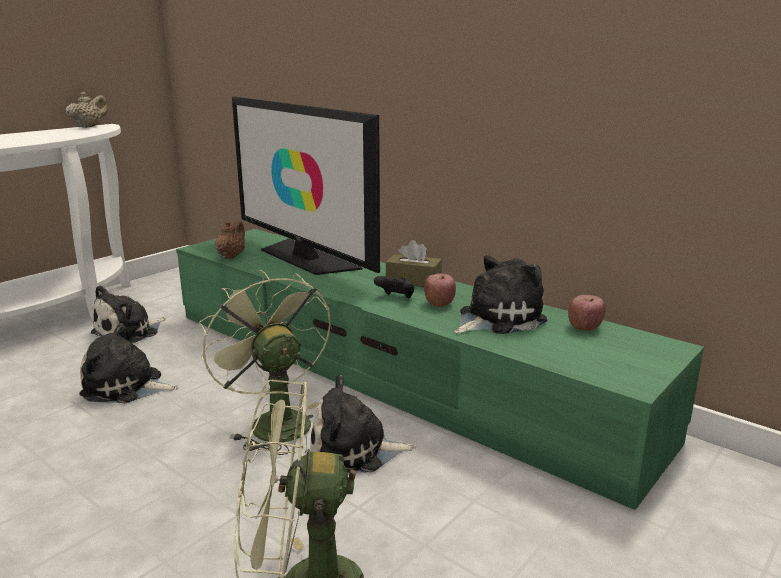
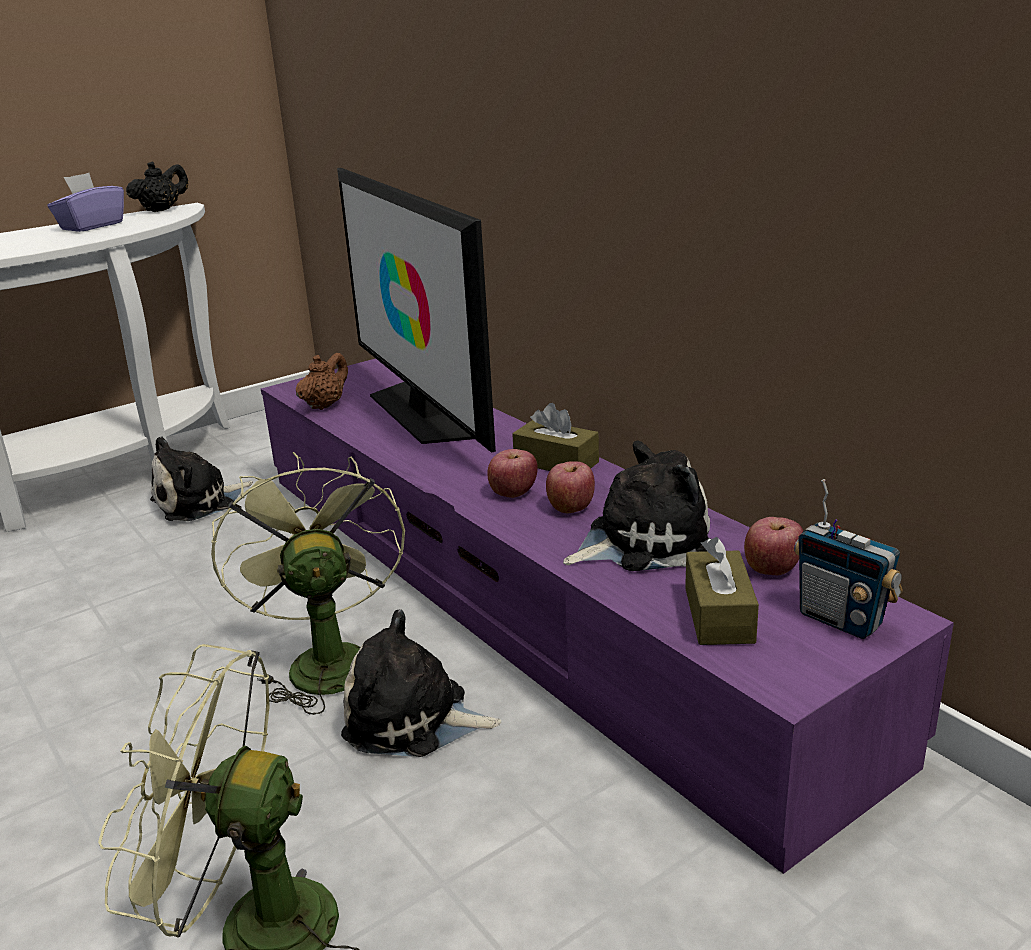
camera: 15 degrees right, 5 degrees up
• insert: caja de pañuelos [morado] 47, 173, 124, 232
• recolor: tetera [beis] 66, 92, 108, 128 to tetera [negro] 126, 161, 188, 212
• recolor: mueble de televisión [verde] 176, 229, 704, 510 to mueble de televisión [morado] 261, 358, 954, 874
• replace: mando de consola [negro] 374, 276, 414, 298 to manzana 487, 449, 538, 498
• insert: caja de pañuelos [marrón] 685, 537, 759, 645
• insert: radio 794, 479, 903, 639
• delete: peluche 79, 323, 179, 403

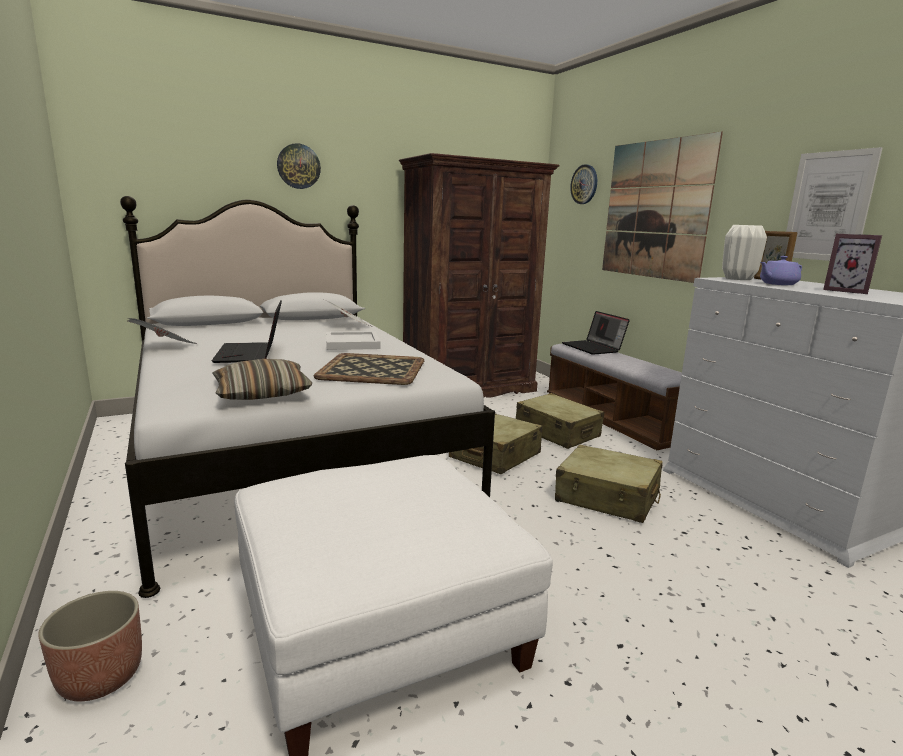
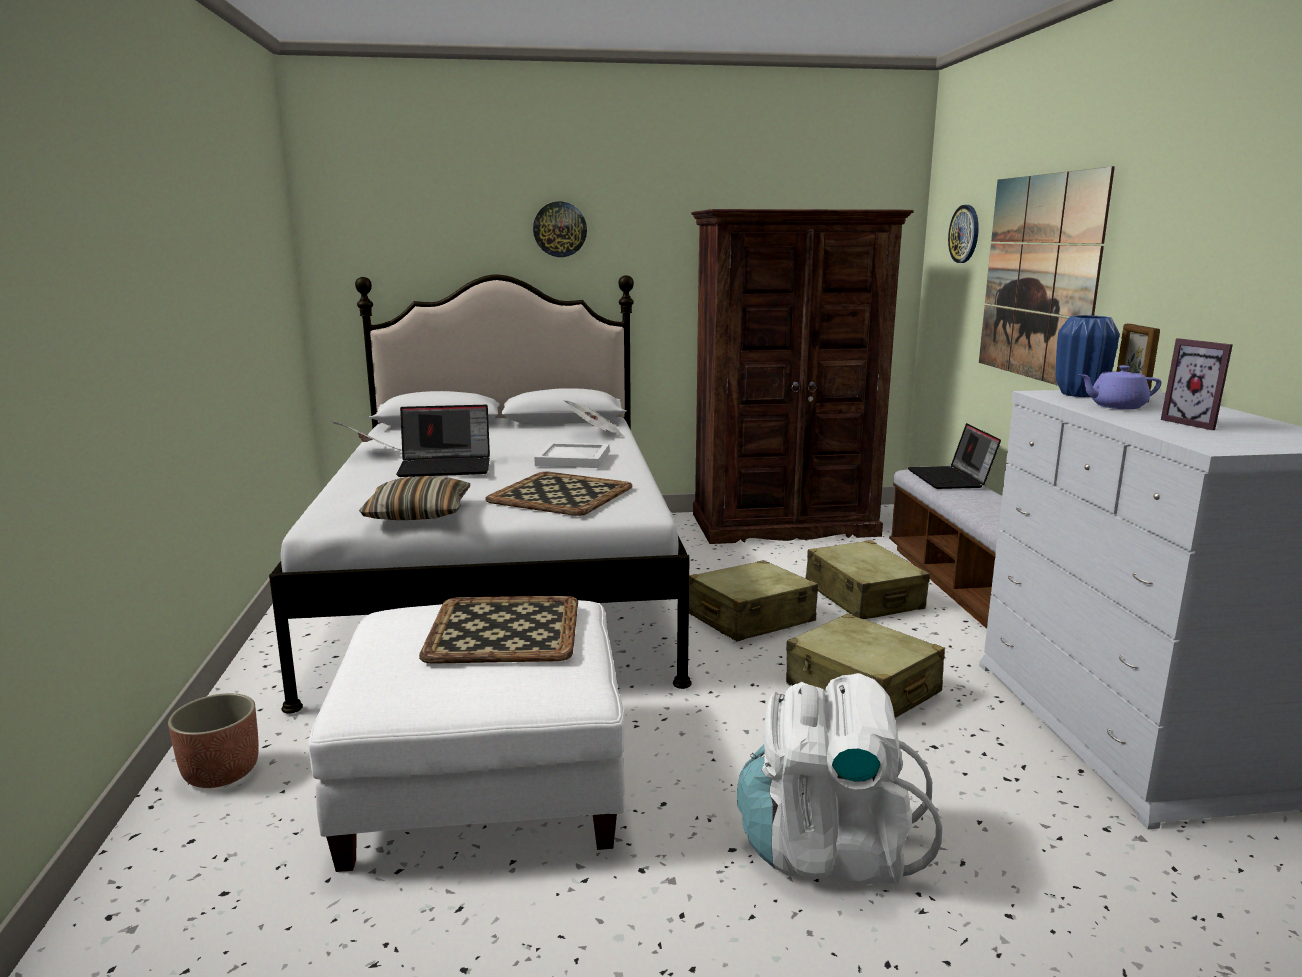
camera: 20 degrees right, 0 degrees up
• rotate: portátil 211, 300, 282, 363 = 396, 405, 490, 477 105 degrees counterclockwise
• insert: bandeja 419, 596, 578, 664
• insert: mochila [blanco] 737, 673, 942, 886
• recolor: florero [blanco] 722, 225, 767, 280 to florero [azul] 1055, 315, 1120, 397
• delete: cuadro 786, 147, 883, 261

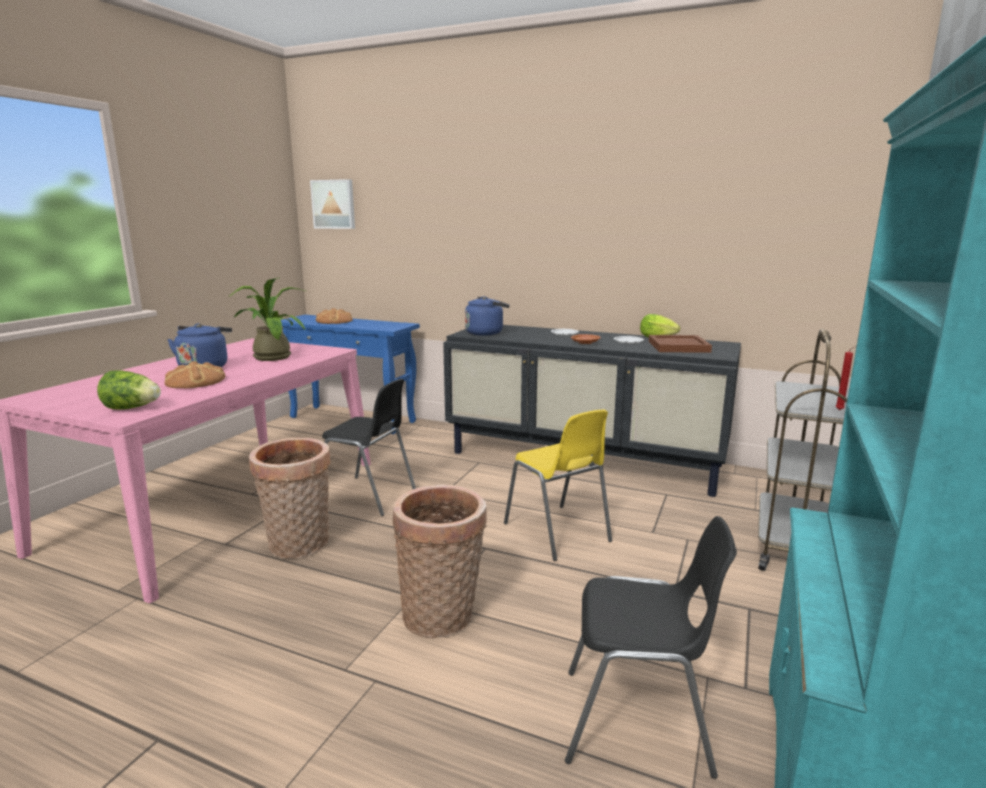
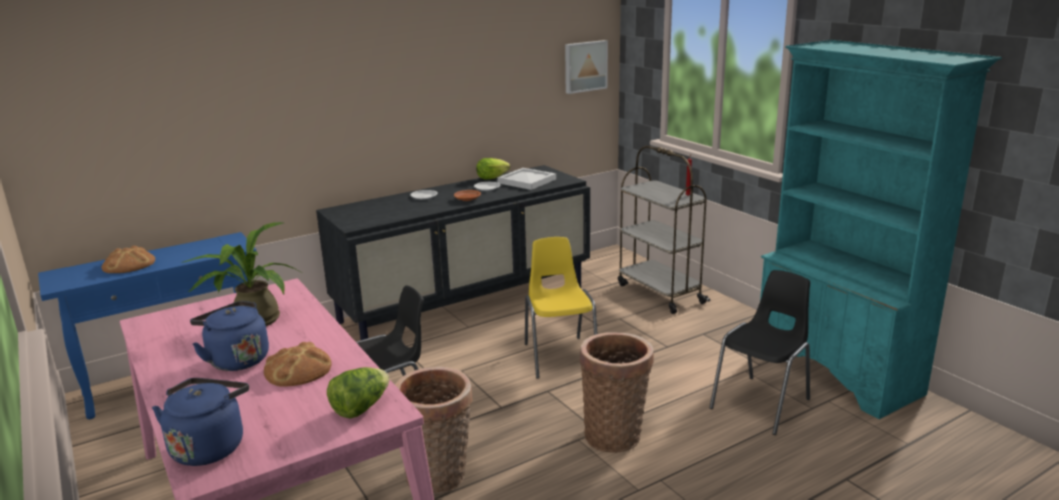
camera: 55 degrees left, 5 degrees up
• move: hervidor [azul] 465, 296, 510, 336 to 152, 378, 249, 466
• recolor: bandeja [marrón] 649, 335, 712, 353 to bandeja [blanco] 497, 168, 556, 190
• rotate: silla [amarillo] 504, 410, 612, 561 = 525, 237, 598, 379 105 degrees counterclockwise
• move: cuadro 310, 179, 355, 229 to 565, 40, 608, 94

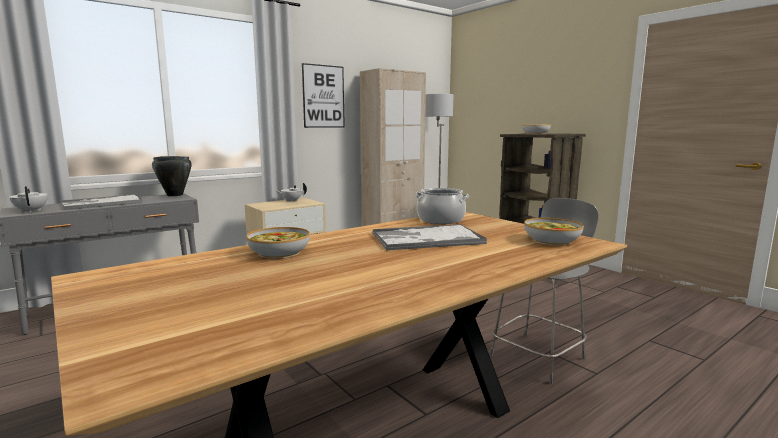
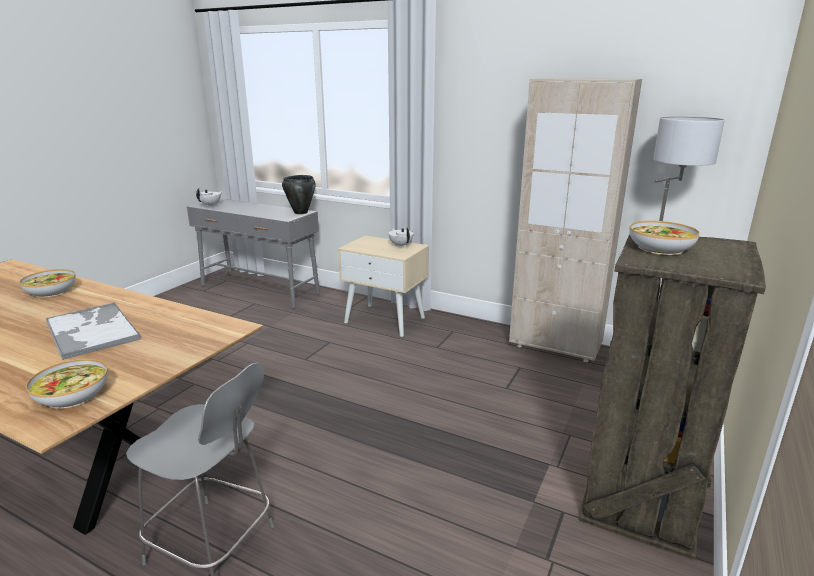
camera: 65 degrees right, 10 degrees up
• delete: bandeja 61, 194, 143, 210
• delete: cuadro 302, 63, 345, 128
• delete: olla 415, 188, 469, 224

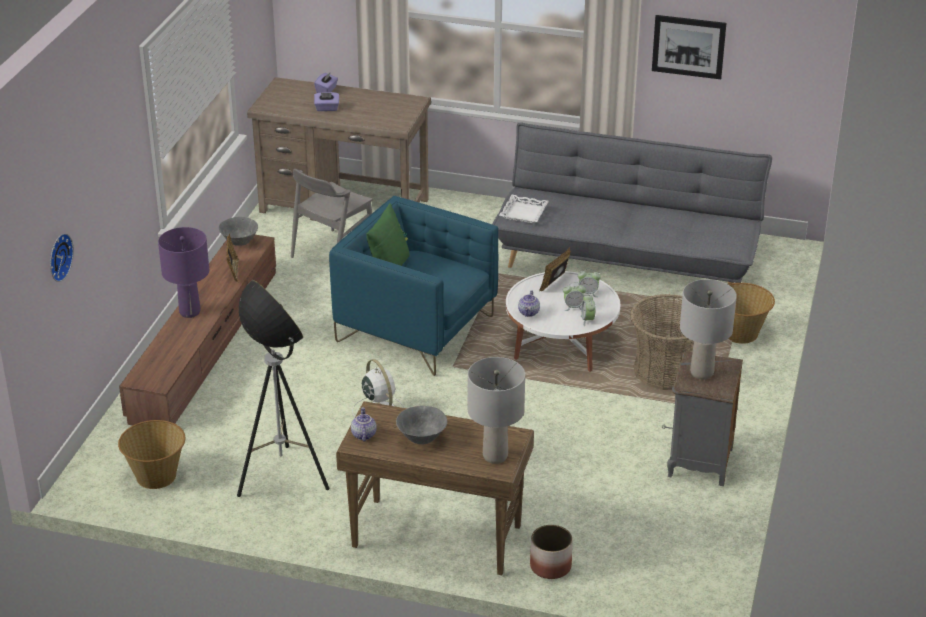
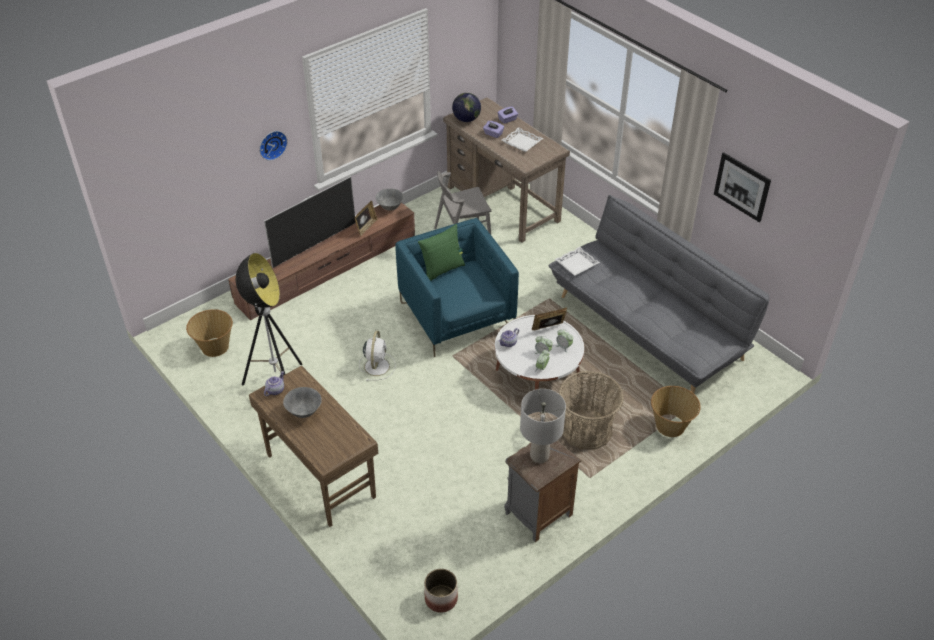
camera: 35 degrees right, 10 degrees up
• move: reloj de pared 50, 233, 74, 282 to 260, 131, 288, 160
• replace: lámpara de mesa [morado] 158, 227, 209, 318 to televisor 264, 177, 356, 268
• move: maceta 530, 525, 572, 579 to 424, 569, 458, 613
• insert: globo terráqueo 452, 93, 481, 122
• insert: bandeja [blanco] 502, 127, 543, 152
• delete: lámpara de mesa [gris] 468, 357, 525, 464

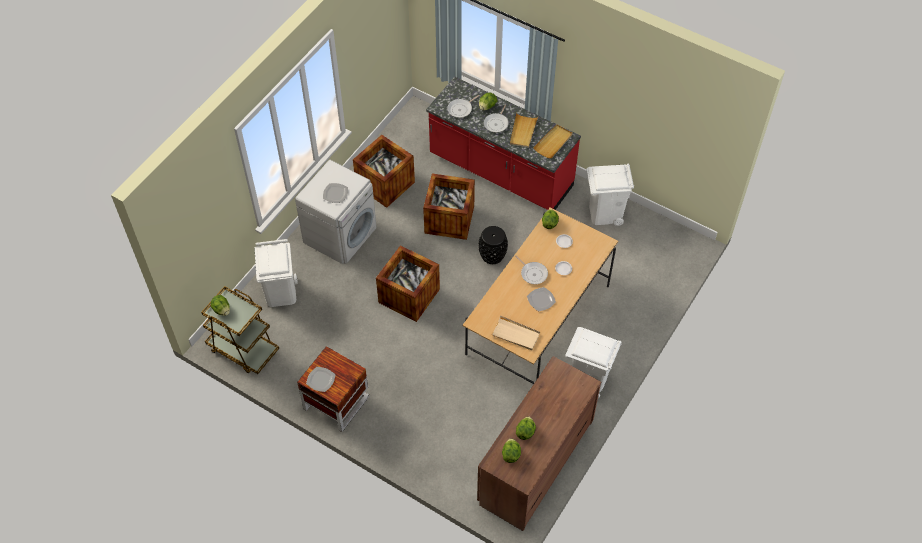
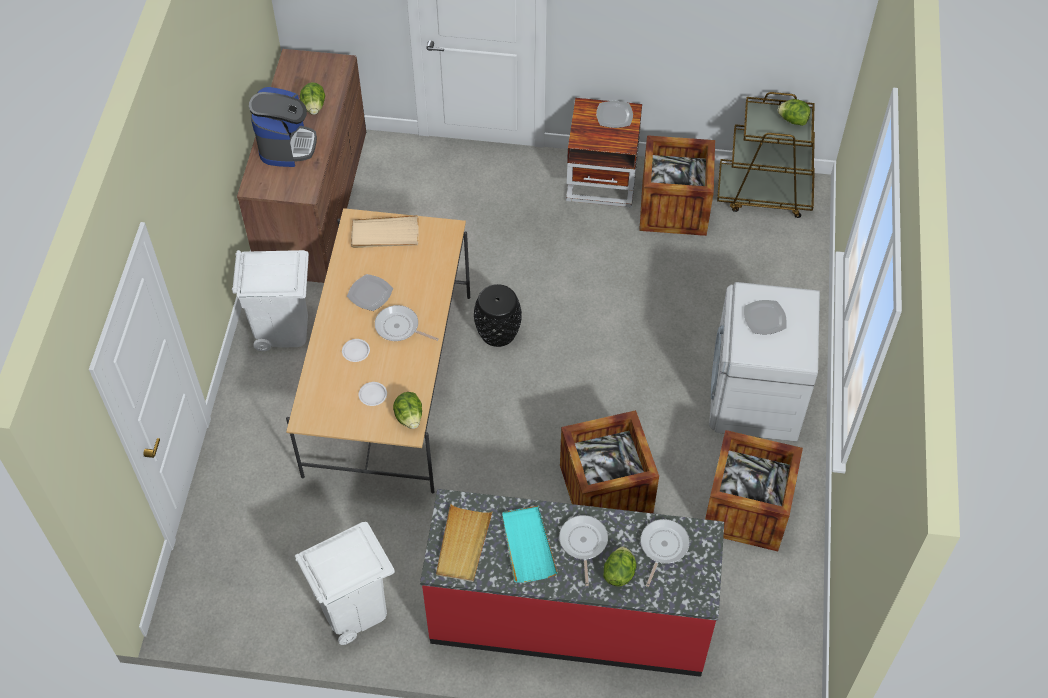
camera: 155 degrees right, 0 degrees up
• insert: cafetera 249, 87, 317, 167
• move: taburete [negro] 478, 226, 508, 264 to 474, 284, 522, 347
• recolor: bandeja [beis] 510, 113, 538, 148 to bandeja [turquesa] 502, 506, 558, 583
• move: caja de embalaje 376, 245, 440, 322 to 639, 135, 715, 236
• delete: papelera [blanco] 254, 239, 298, 307
• delete: lechuga 502, 438, 521, 463

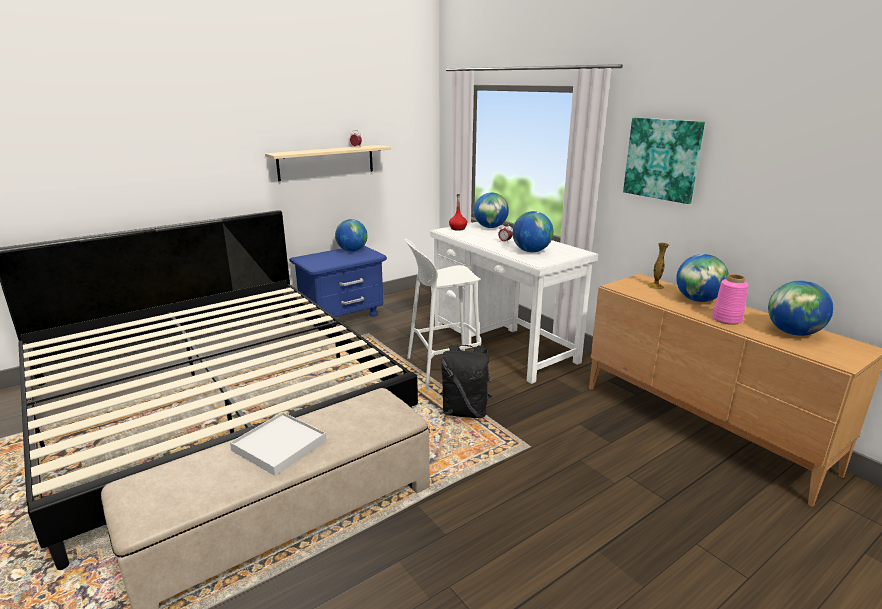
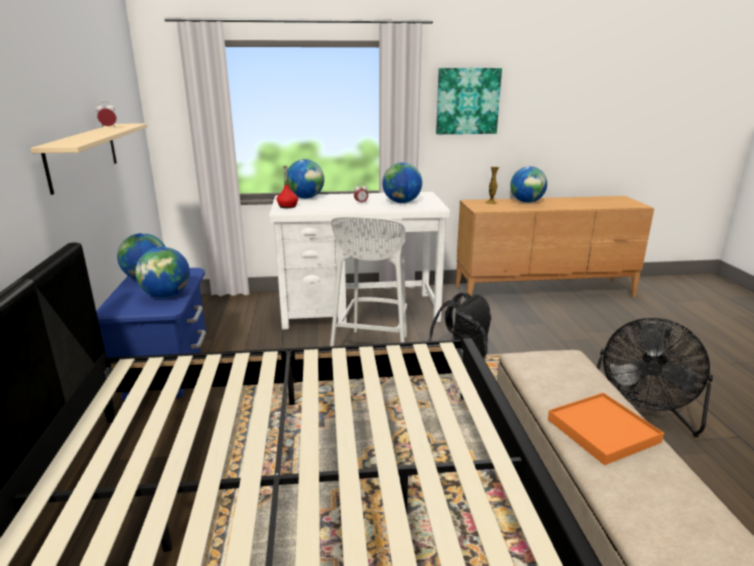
camera: 60 degrees left, 0 degrees up
• move: globo terráqueo 768, 281, 833, 336 to 135, 247, 190, 298
• recolor: bandeja [blanco] 230, 412, 327, 476 to bandeja [naranja] 548, 393, 664, 465
• insert: ventilador [negro] 597, 318, 713, 437
• delete: florero [rosa] 712, 274, 748, 325

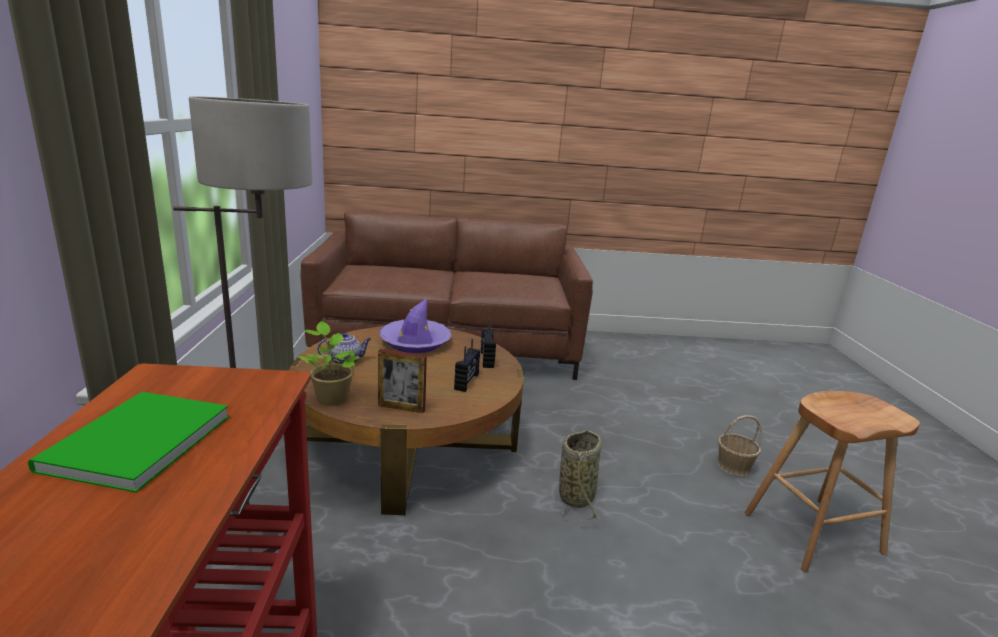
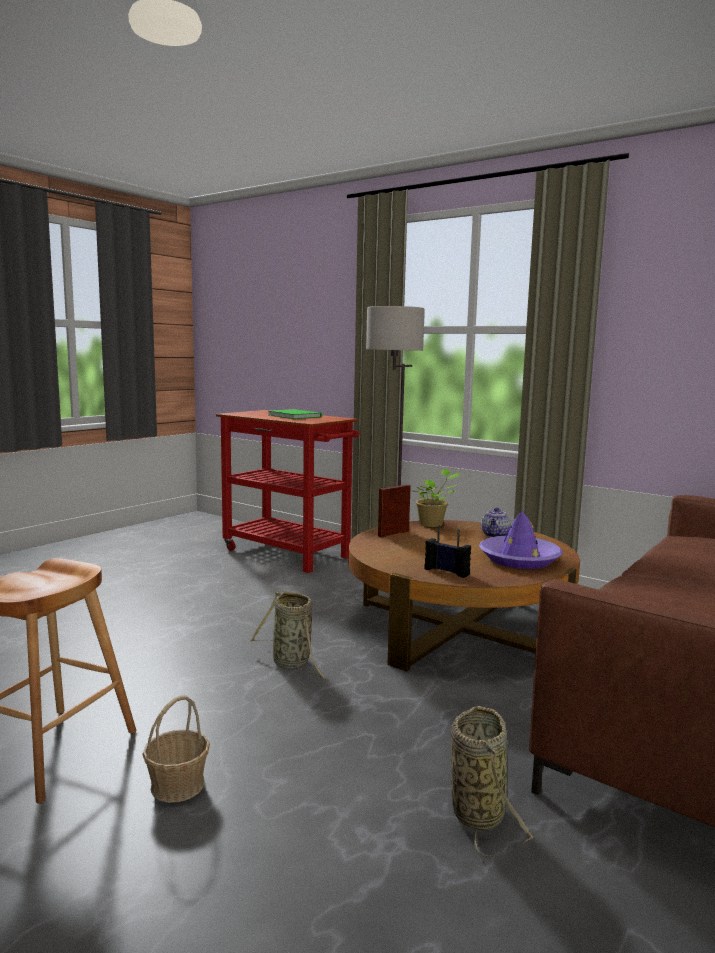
camera: 130 degrees right, 10 degrees down
• insert: cesta 451, 706, 534, 857
• delete: radio 454, 339, 480, 392

